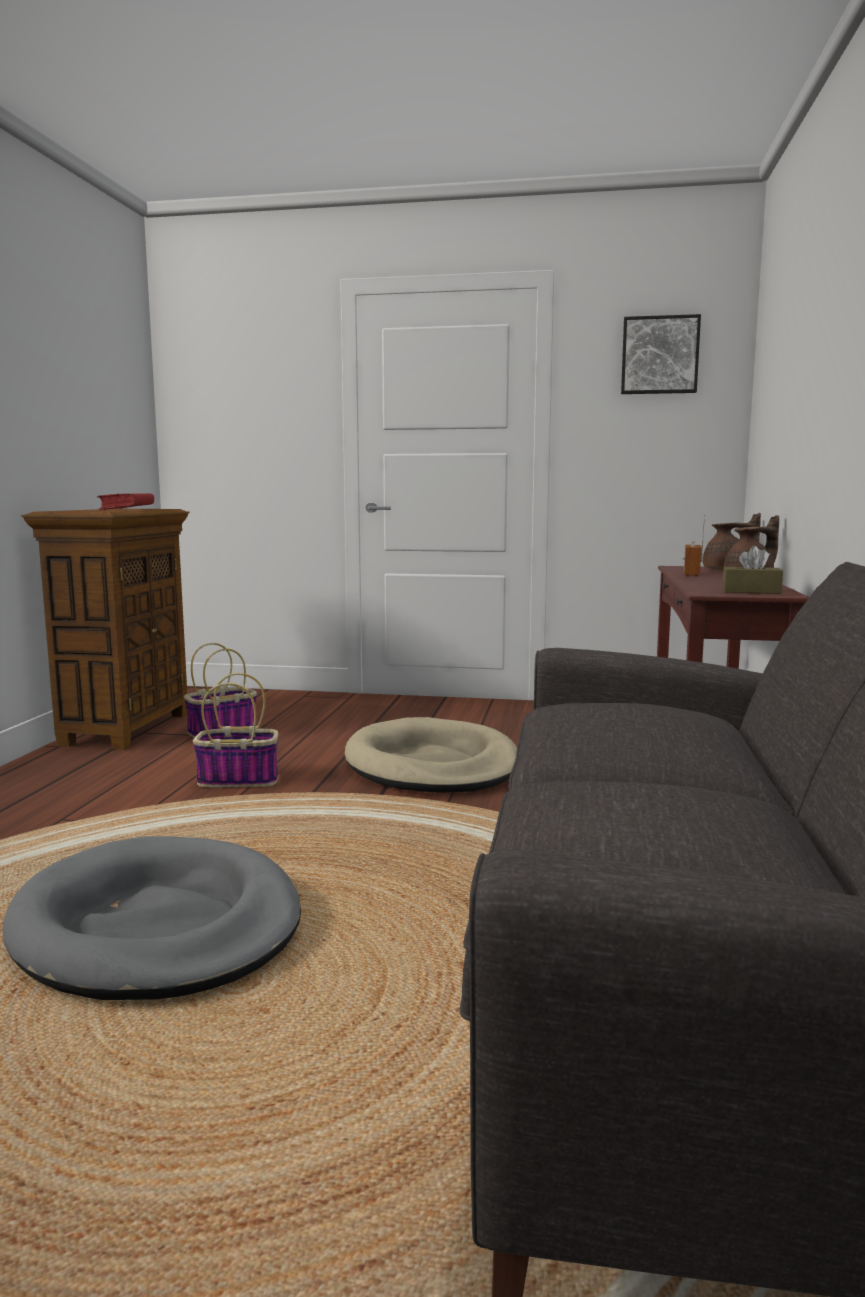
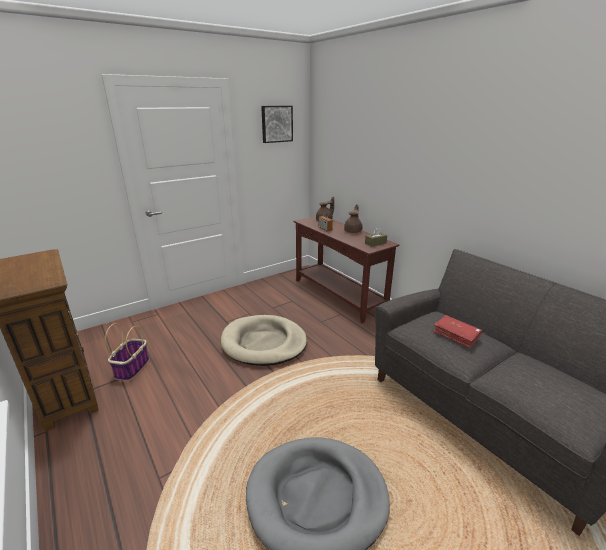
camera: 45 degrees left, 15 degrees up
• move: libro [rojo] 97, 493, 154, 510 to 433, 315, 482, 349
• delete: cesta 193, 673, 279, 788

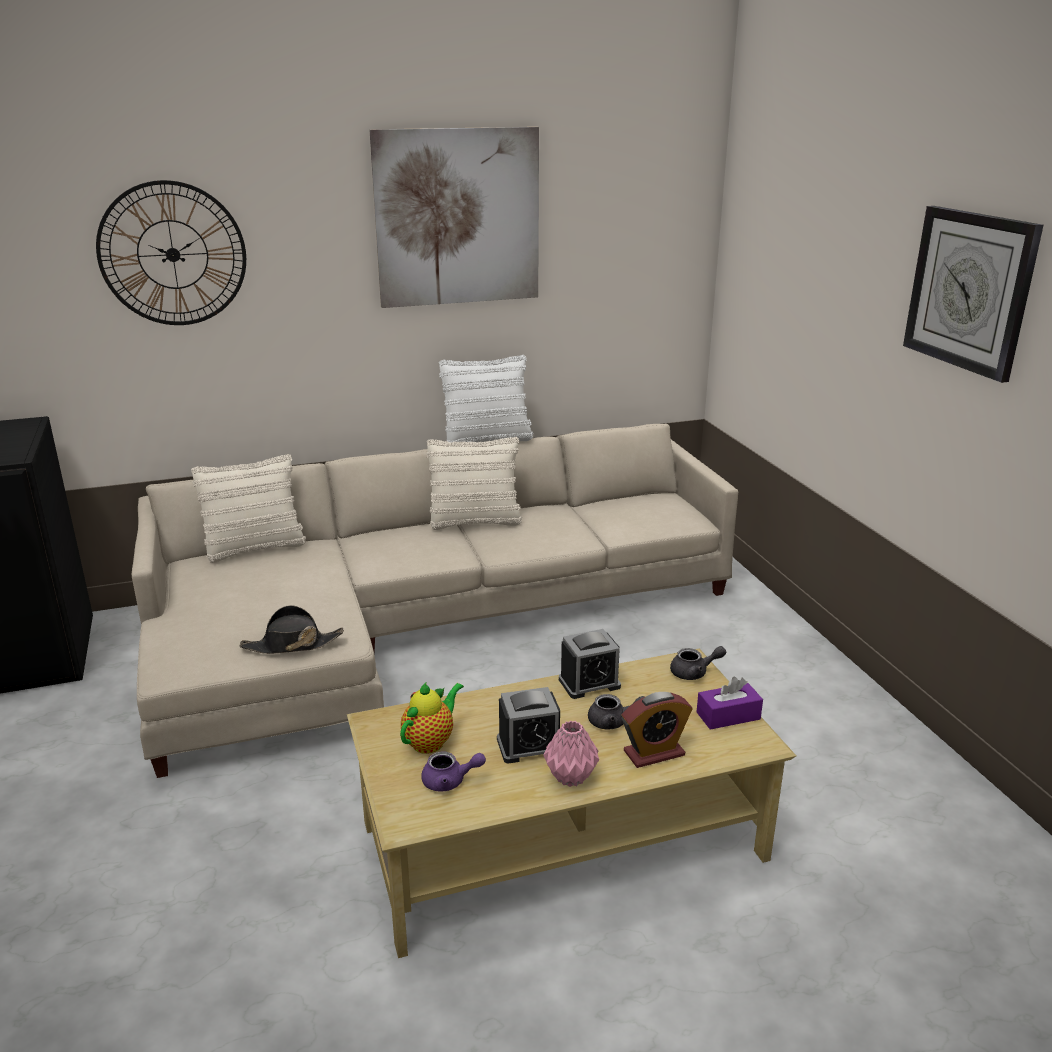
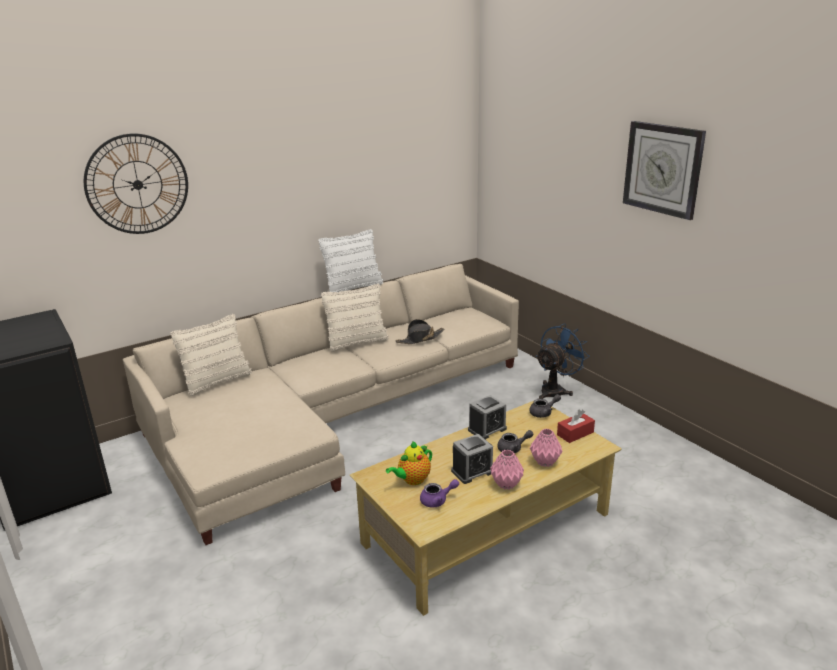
camera: 15 degrees left, 0 degrees up
• rotate: tetera 400, 683, 464, 754 = 386, 441, 432, 485 150 degrees counterclockwise
• move: sombrero [negro] 239, 605, 344, 654 to 396, 319, 444, 344
• replace: despertador 621, 692, 693, 768 to florero [rosa] 530, 429, 563, 467
• insert: ventilador [azul] 535, 323, 590, 399
• recolor: caja de pañuelos [morado] 697, 677, 763, 730 to caja de pañuelos [rojo] 557, 409, 595, 443
• delete: cuadro 370, 127, 539, 308

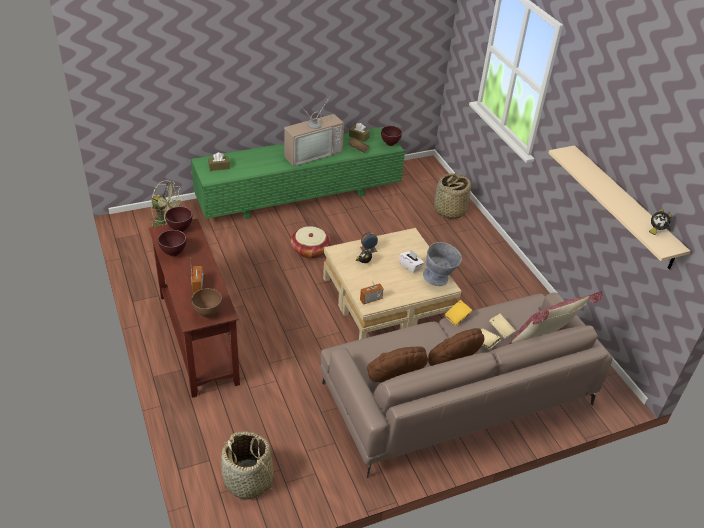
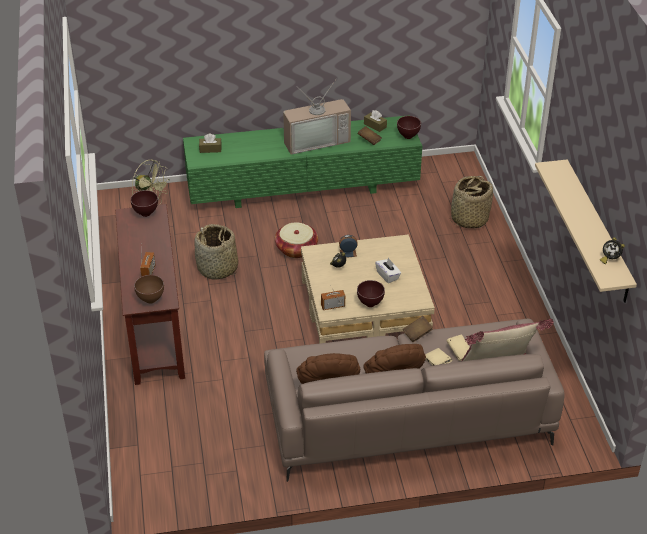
camera: 15 degrees right, 0 degrees up
• move: cesta 221, 431, 275, 499 to 194, 224, 238, 280
• move: cuenco [marrón] 158, 230, 186, 257 to 357, 280, 385, 307
• recolor: libro [amarillo] 444, 300, 472, 326 to libro [marrón] 403, 316, 433, 342
• delete: cuenco [gris] 423, 242, 462, 286

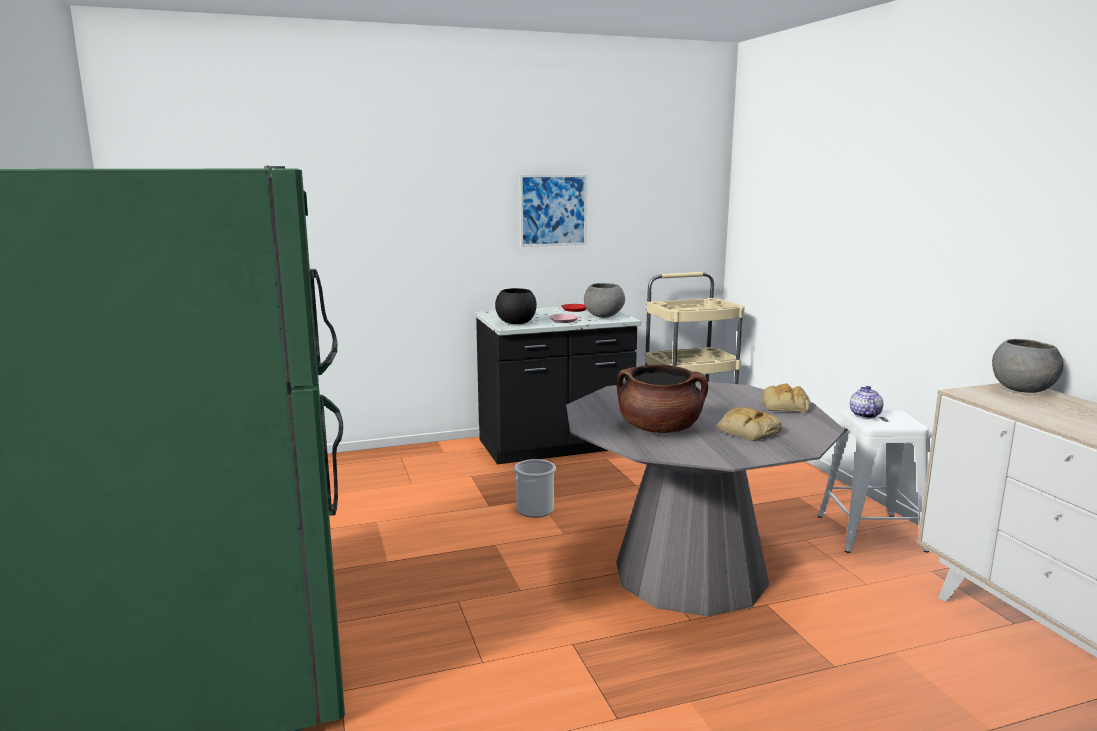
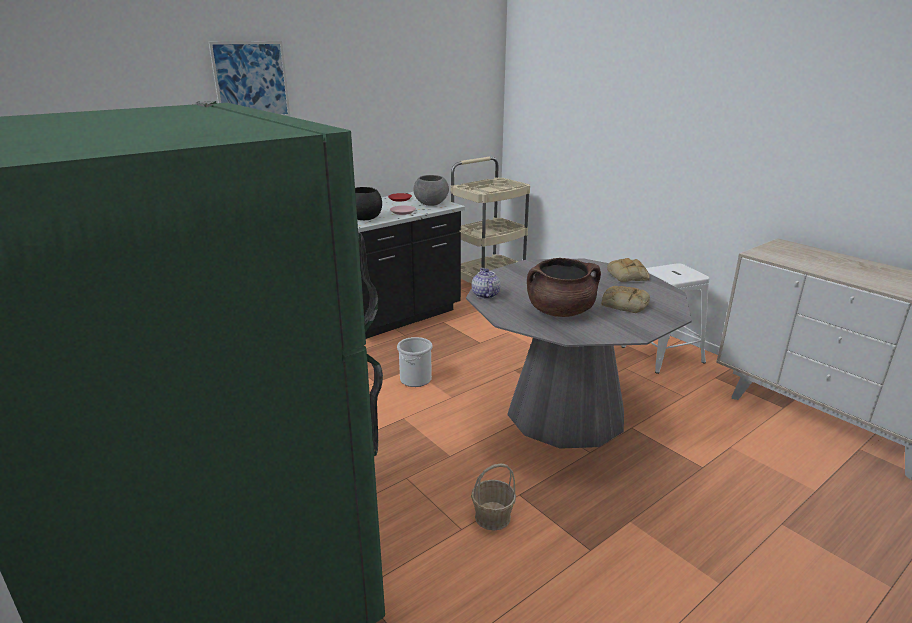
camera: 20 degrees left, 10 degrees up
• move: cuadro 520, 175, 587, 247 to 209, 41, 290, 116
• insert: cesta 471, 463, 516, 531
• move: tetera 850, 386, 883, 418 to 472, 268, 501, 299
• delete: cuenco [gris] 992, 339, 1063, 393

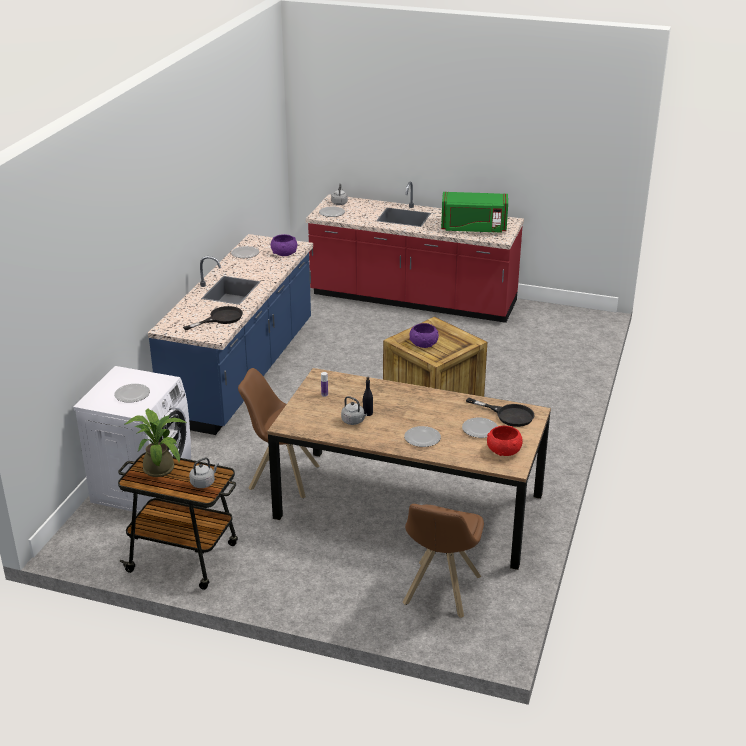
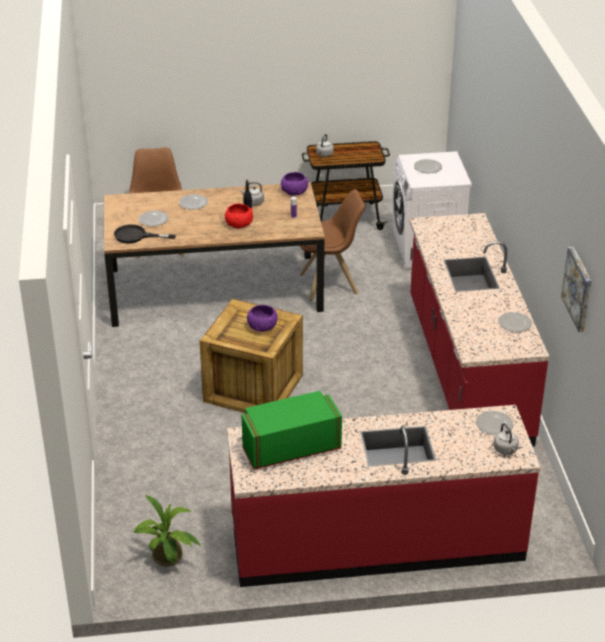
camera: 155 degrees right, 5 degrees up
• move: planta en maceta 125, 408, 187, 477 to 134, 495, 200, 566
• move: cuenco [rojo] 487, 426, 523, 456 to 225, 203, 253, 228
• move: cuenco [morado] 271, 234, 297, 256 to 281, 172, 308, 196
• recolor: mueble bajo de cocina [azul] 148, 234, 313, 435 to mueble bajo de cocina [rojo] 410, 213, 549, 447
• insert: cuadro 561, 246, 592, 332
• delete: sartén [negro] 183, 306, 243, 331

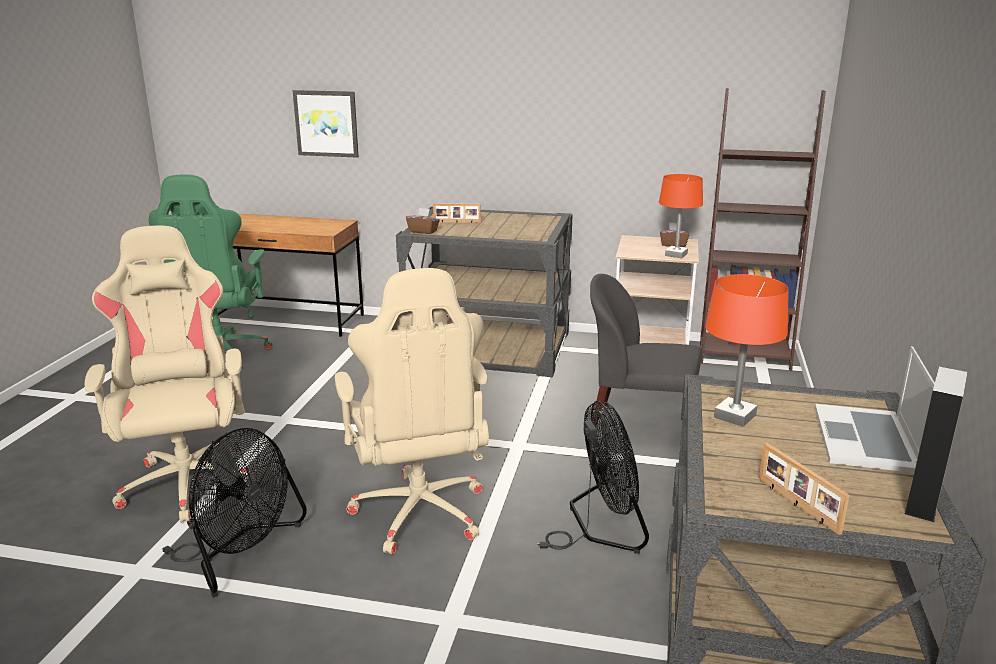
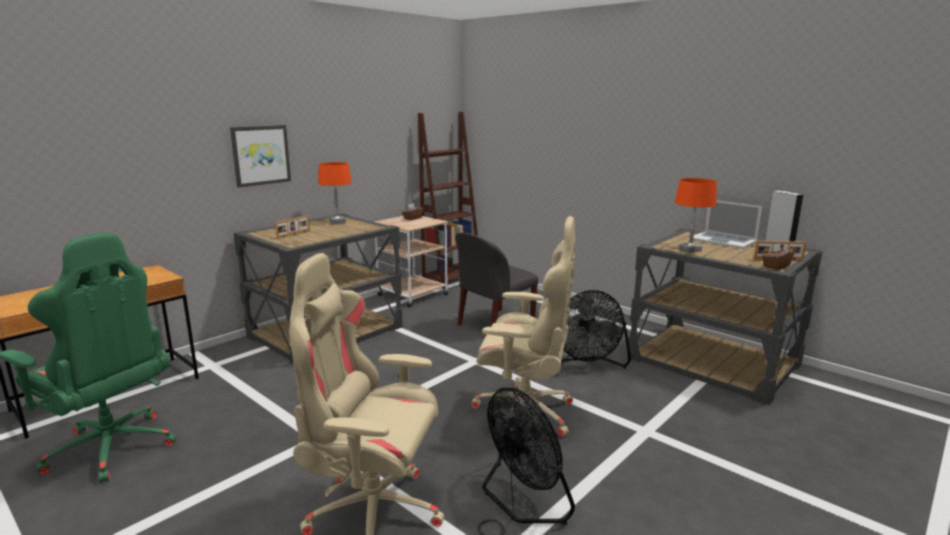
camera: 60 degrees left, 5 degrees down
• move: cuadro 293, 90, 359, 158 to 230, 125, 291, 188
• move: lámpara de mesa [naranja] 659, 174, 703, 258 to 318, 162, 352, 224
• rotate: ventilador [negro] 538, 401, 649, 554 = 556, 290, 631, 375 150 degrees clockwise
• move: caja de pañuelos [marrón] 406, 208, 440, 234 to 762, 243, 795, 270

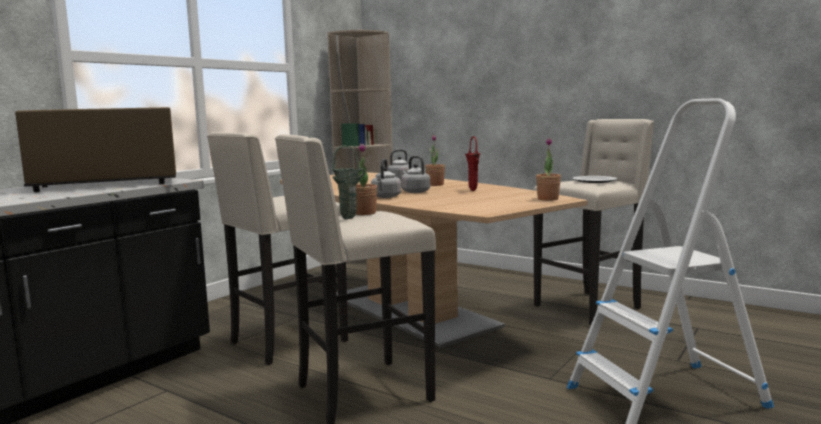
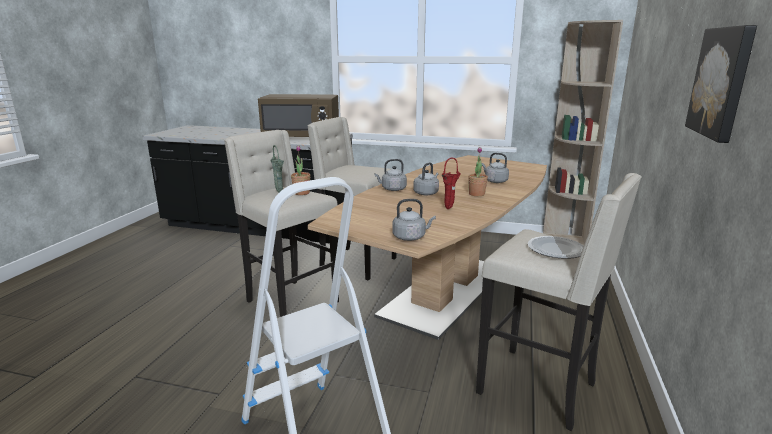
camera: 70 degrees right, 10 degrees up
• rotate: microondas [marrón] 15, 107, 176, 192 = 258, 94, 339, 137 135 degrees clockwise
• replace: planta en maceta 536, 138, 561, 201 to hervidor [gris] 393, 199, 436, 241
• insert: cuadro 685, 25, 757, 143

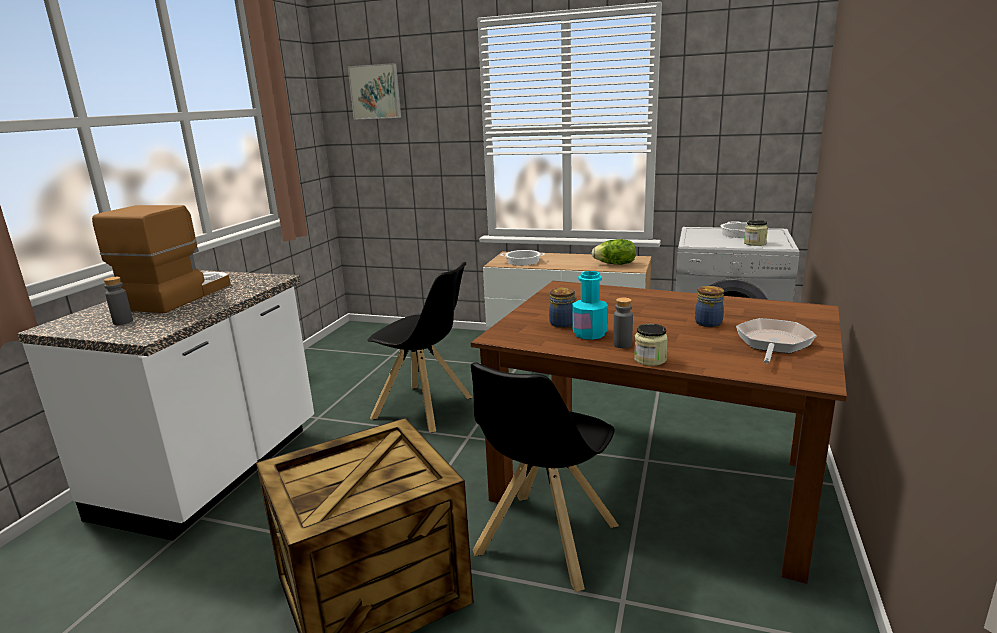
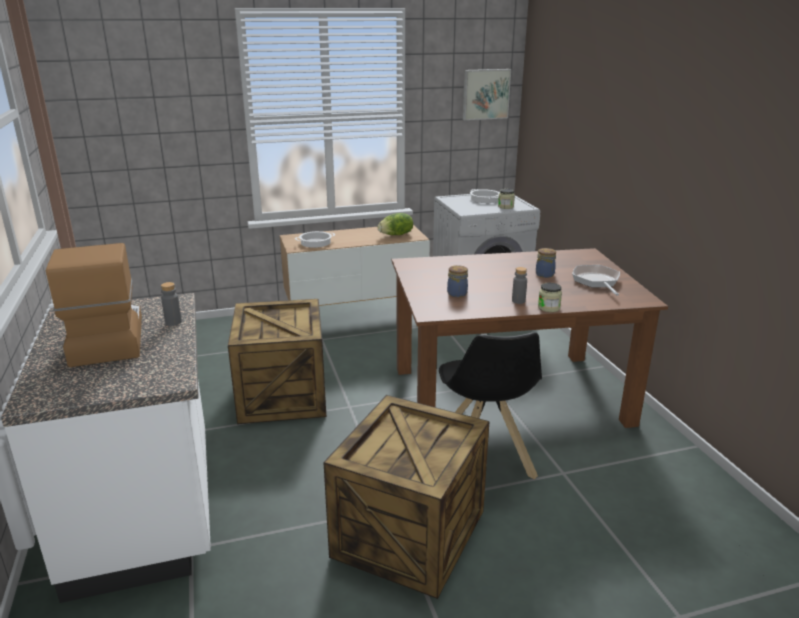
camera: 35 degrees left, 5 degrees up
• move: botella [gris] 104, 277, 133, 325 to 161, 282, 182, 326
• replace: silla [negro] 367, 262, 473, 433 to caja de embalaje 228, 299, 326, 424
• move: cuadro 348, 63, 401, 120 to 463, 69, 511, 120
• delete: botella [turquesa] 572, 271, 608, 340

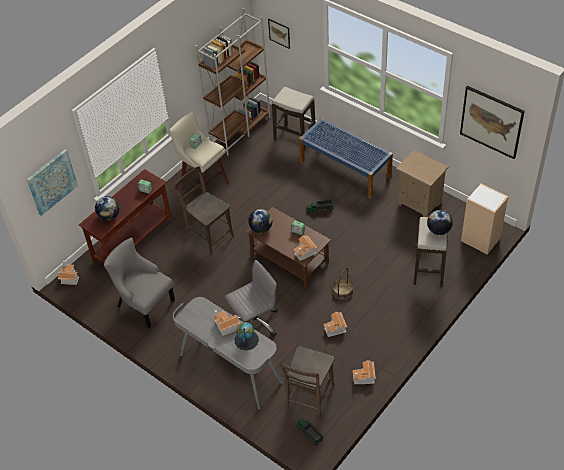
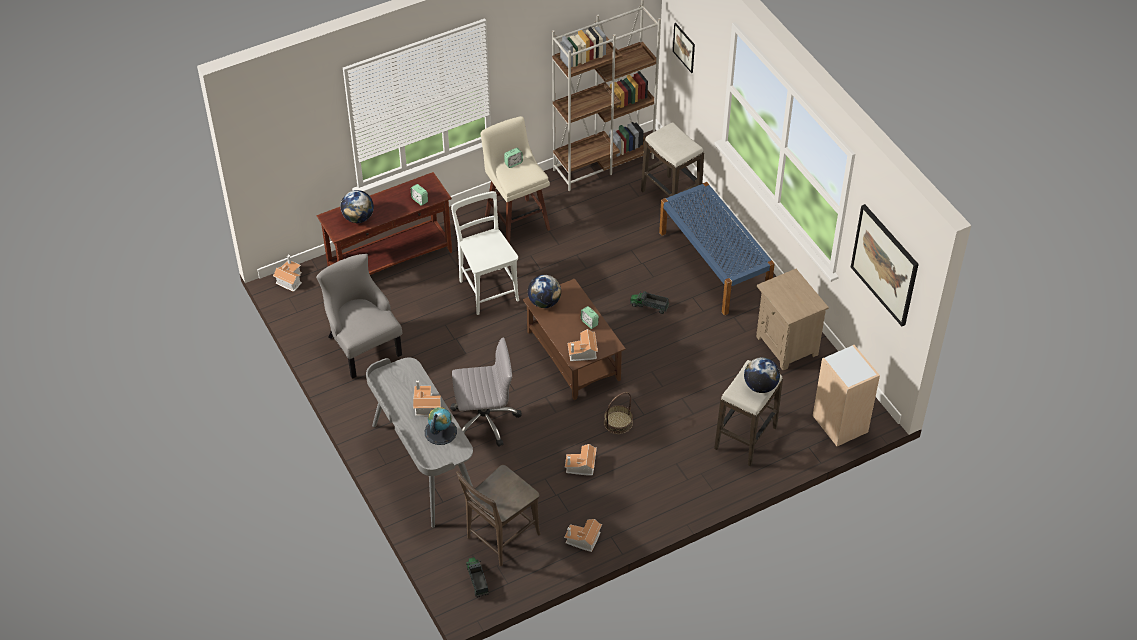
camera: 20 degrees right, 0 degrees up
• recolor: silla [marrón] 174, 166, 234, 255 to silla [blanco] 451, 191, 519, 315
• delete: cuadro 26, 149, 78, 216

